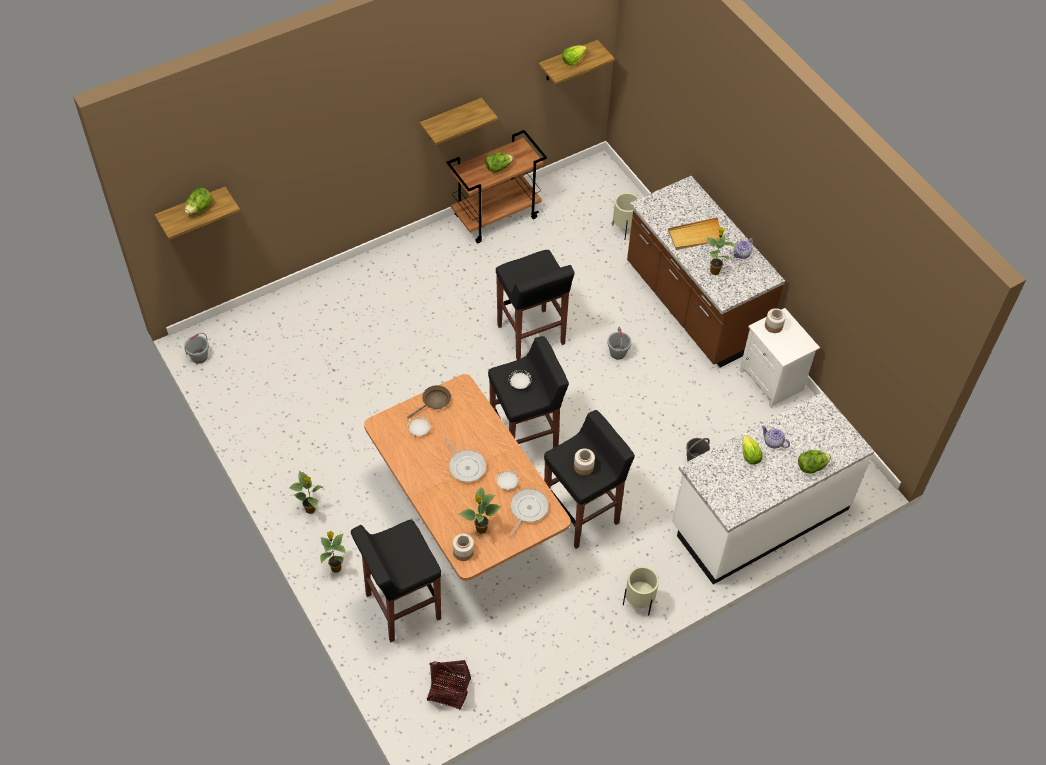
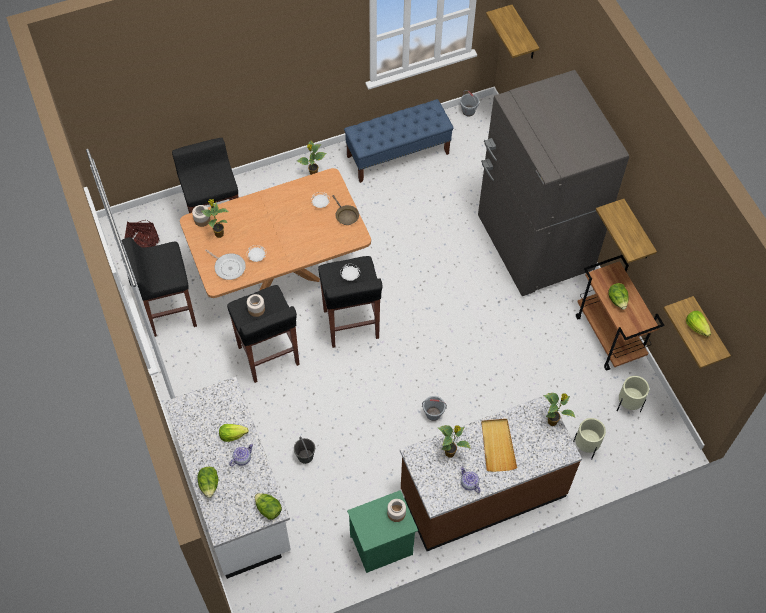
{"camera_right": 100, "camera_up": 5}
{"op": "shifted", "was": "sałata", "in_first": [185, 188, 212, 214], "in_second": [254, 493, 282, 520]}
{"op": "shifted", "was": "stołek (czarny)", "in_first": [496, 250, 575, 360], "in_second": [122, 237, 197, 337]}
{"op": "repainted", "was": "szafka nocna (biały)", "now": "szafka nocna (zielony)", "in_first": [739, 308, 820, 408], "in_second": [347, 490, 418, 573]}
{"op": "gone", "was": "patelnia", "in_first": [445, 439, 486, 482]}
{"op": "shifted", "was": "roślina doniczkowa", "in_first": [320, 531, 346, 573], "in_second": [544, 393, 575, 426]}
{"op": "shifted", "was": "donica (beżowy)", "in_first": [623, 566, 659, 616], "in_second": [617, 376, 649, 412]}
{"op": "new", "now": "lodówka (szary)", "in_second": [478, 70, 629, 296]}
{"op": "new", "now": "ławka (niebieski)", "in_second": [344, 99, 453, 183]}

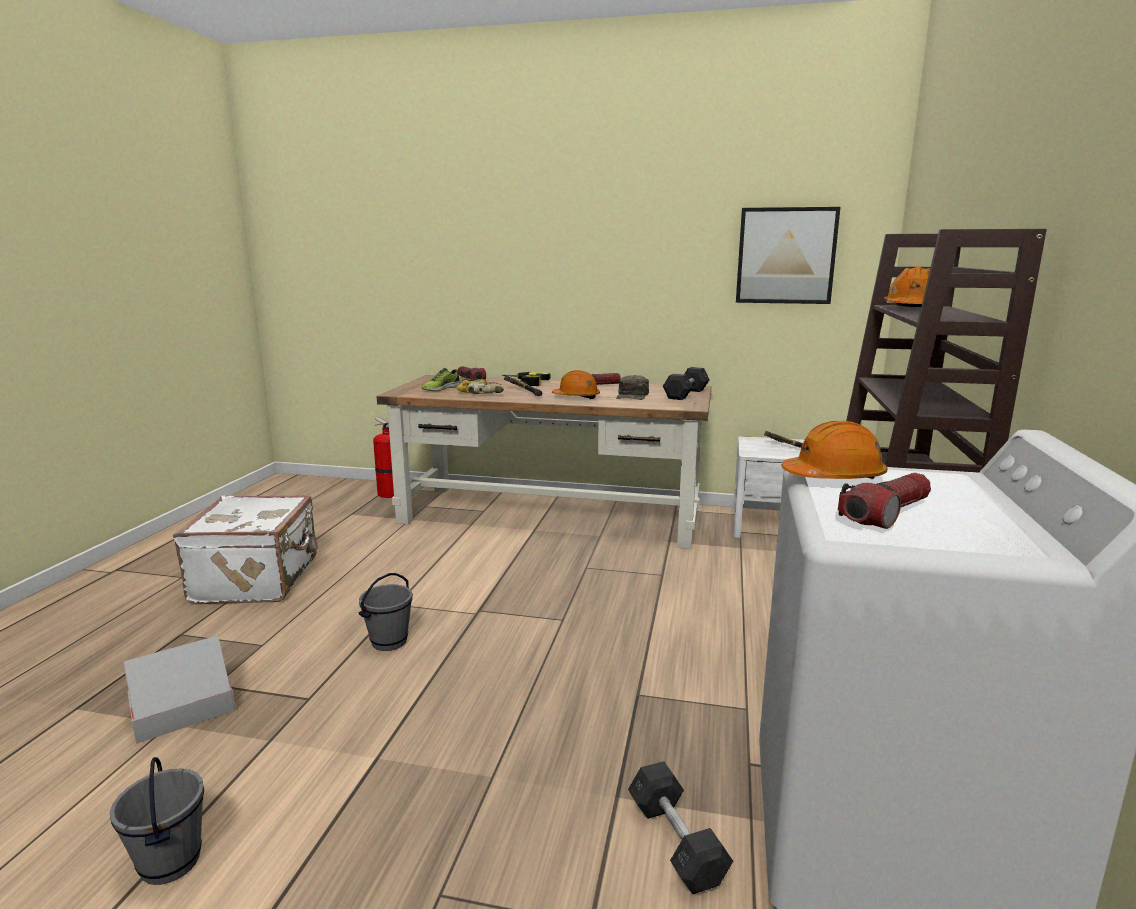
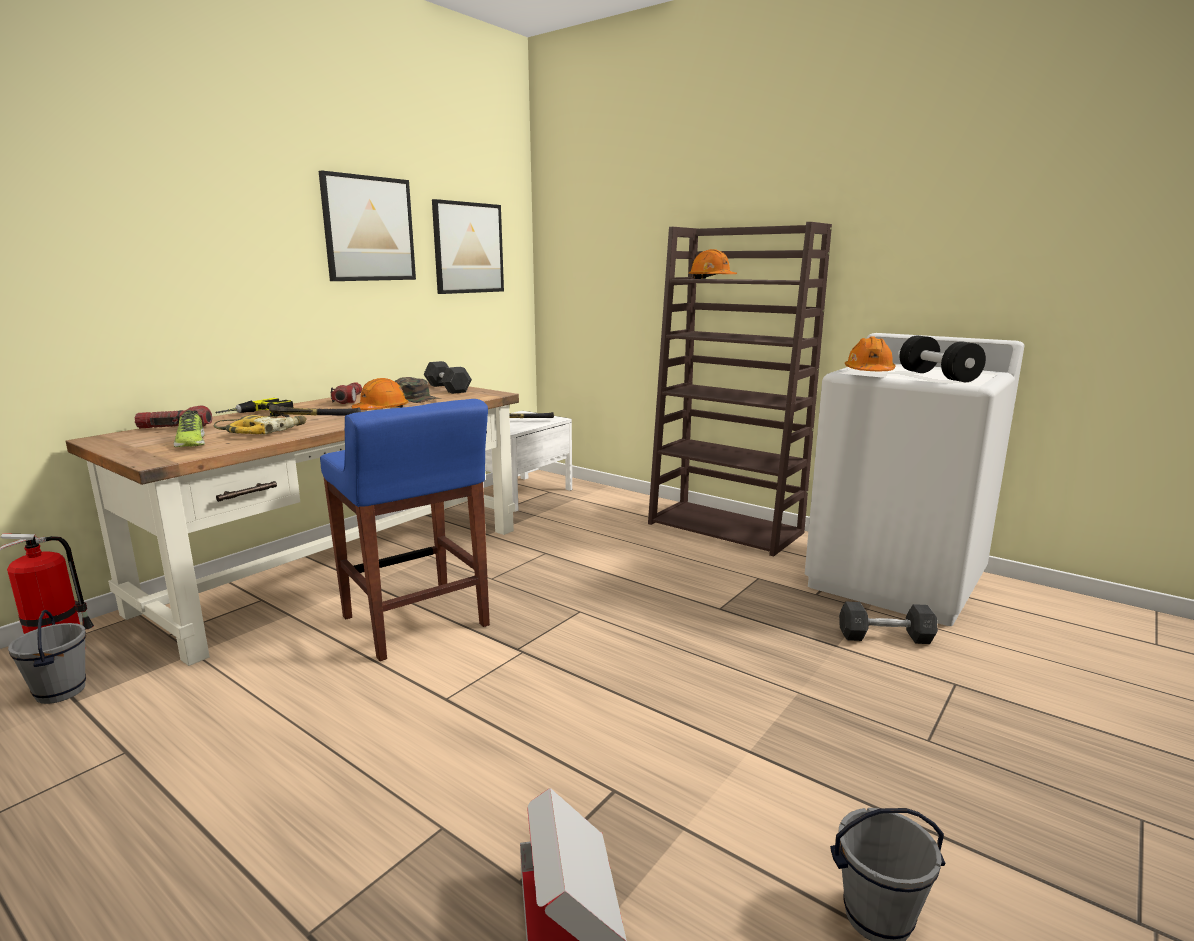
{"camera_right": -65, "camera_up": 0}
{"op": "swapped", "was": "latarka", "now": "hantel (czarny)", "in_first": [838, 473, 931, 529], "in_second": [899, 336, 986, 382]}
{"op": "gone", "was": "walizka (biały)", "in_first": [173, 495, 318, 604]}
{"op": "shifted", "was": "wiadro (szary)", "in_first": [359, 573, 413, 651], "in_second": [8, 610, 86, 704]}
{"op": "new", "now": "obraz", "in_second": [319, 170, 416, 281]}
{"op": "new", "now": "stołek (niebieski)", "in_second": [320, 399, 490, 661]}

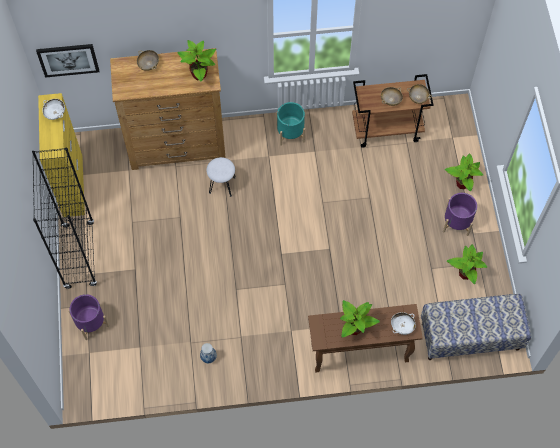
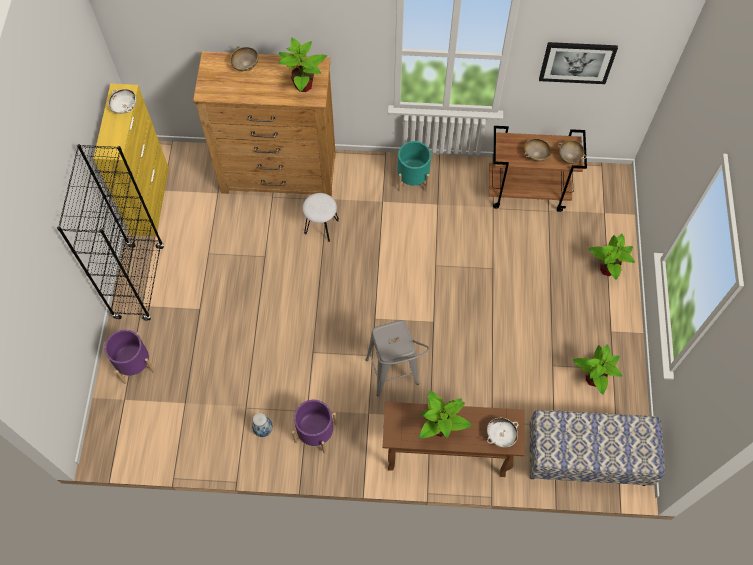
{"camera_right": 10, "camera_up": 0}
{"op": "shifted", "was": "obraz", "in_first": [36, 44, 99, 78], "in_second": [539, 42, 618, 84]}
{"op": "shifted", "was": "donica (fioletowy)", "in_first": [443, 193, 477, 236], "in_second": [292, 400, 337, 453]}
{"op": "new", "now": "stołek (szary)", "in_second": [366, 320, 429, 396]}

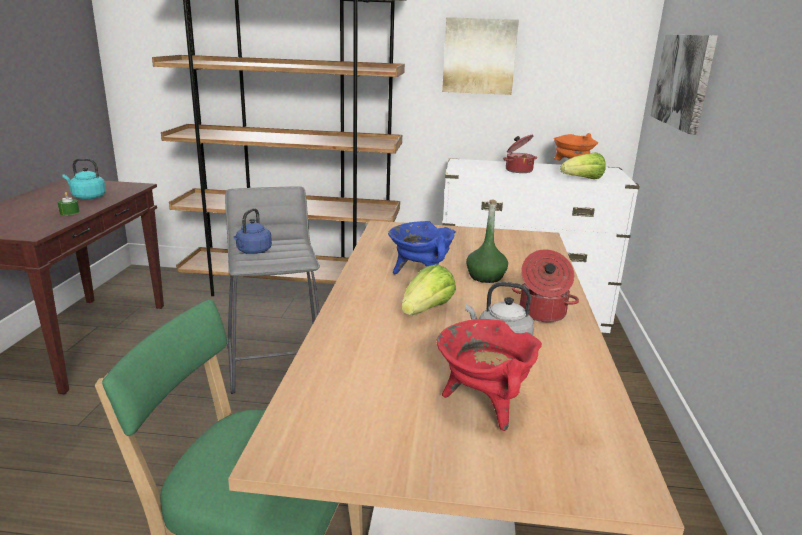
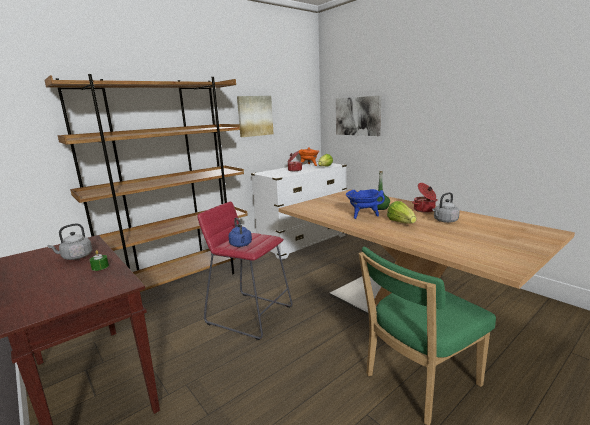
{"camera_right": -45, "camera_up": -5}
{"op": "repainted", "was": "czajnik (turkusowy)", "now": "czajnik (szary)", "in_first": [63, 158, 106, 199], "in_second": [47, 223, 93, 260]}
{"op": "repainted", "was": "stołek (szary)", "now": "stołek (czerwony)", "in_first": [225, 186, 320, 394], "in_second": [197, 201, 293, 340]}
{"op": "gone", "was": "garnek (czerwony)", "in_first": [436, 319, 542, 431]}

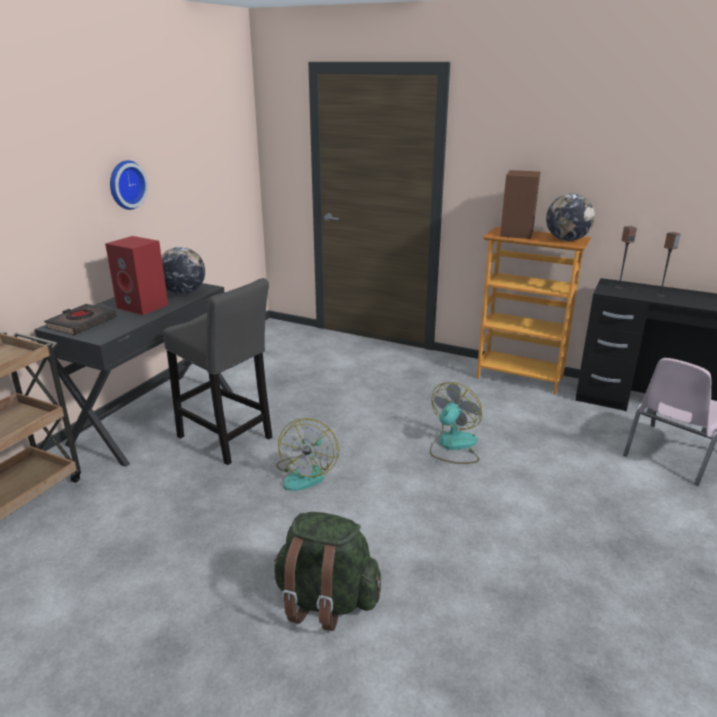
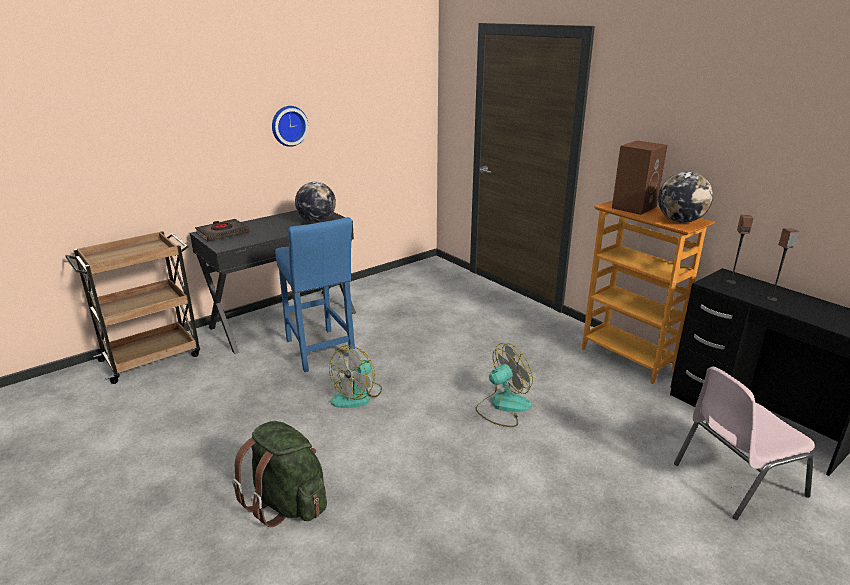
{"camera_right": 25, "camera_up": 0}
{"op": "gone", "was": "głośnik (czerwony)", "in_first": [105, 236, 168, 315]}
{"op": "repainted", "was": "stołek (szary)", "now": "stołek (niebieski)", "in_first": [163, 278, 272, 465], "in_second": [275, 217, 355, 372]}

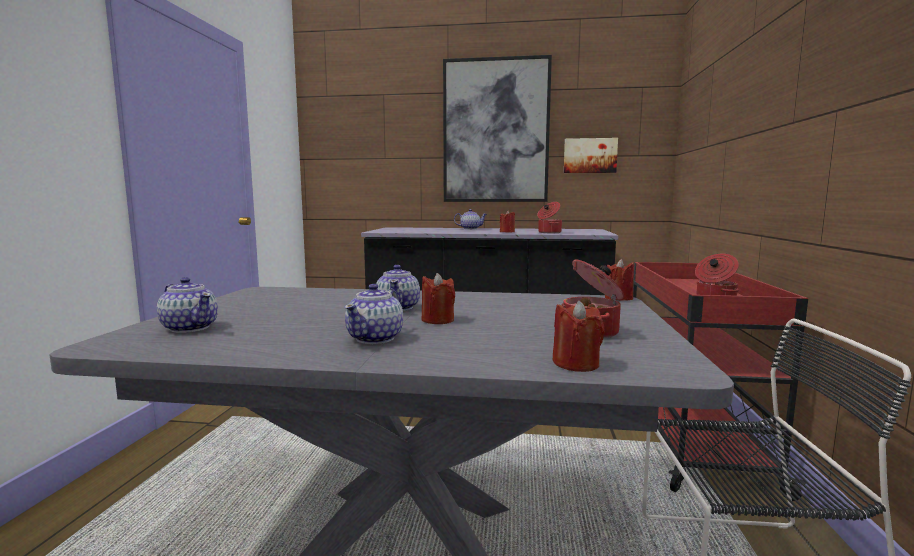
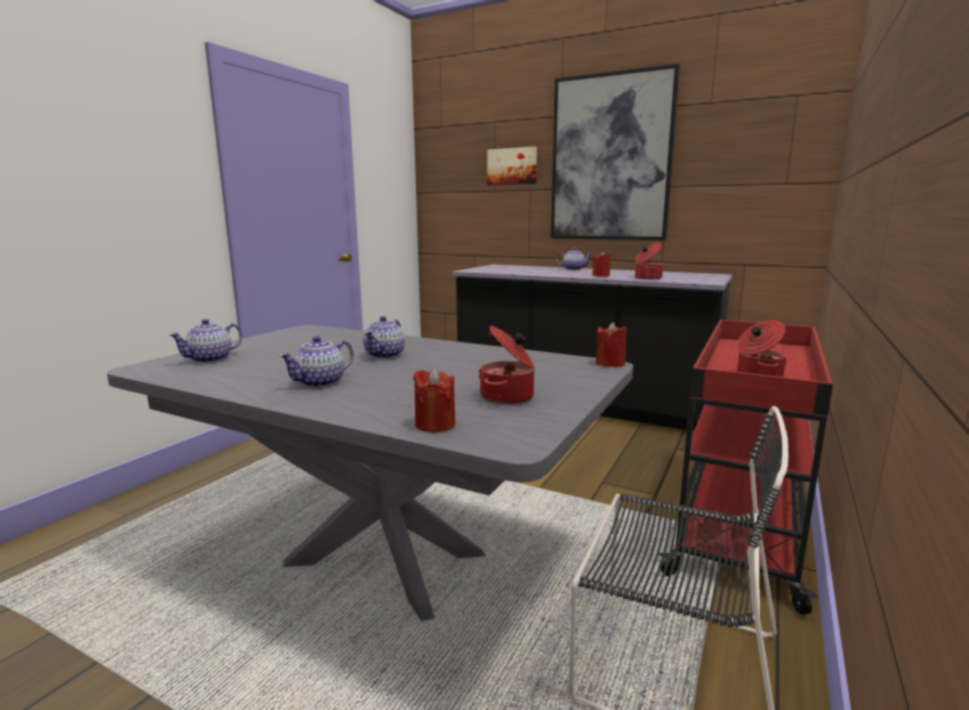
{"camera_right": 20, "camera_up": 5}
{"op": "shifted", "was": "obraz", "in_first": [564, 138, 618, 173], "in_second": [487, 147, 537, 185]}
{"op": "gone", "was": "świeca (czerwony)", "in_first": [421, 273, 455, 324]}
{"op": "rotated", "was": "imbryk", "in_first": [157, 277, 218, 333], "in_second": [169, 319, 243, 363], "clockwise": 75}

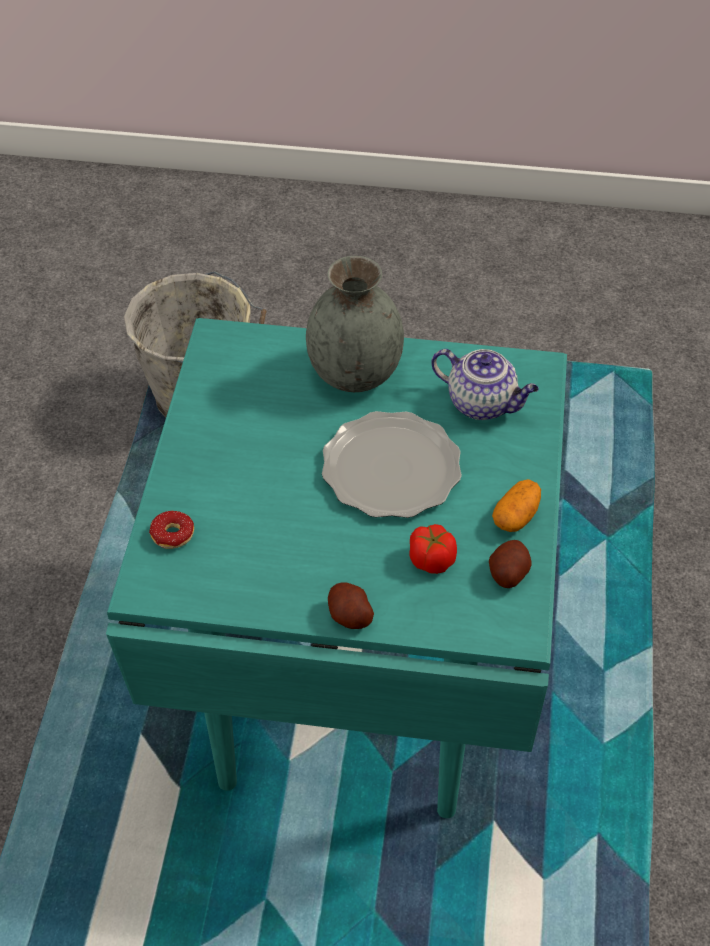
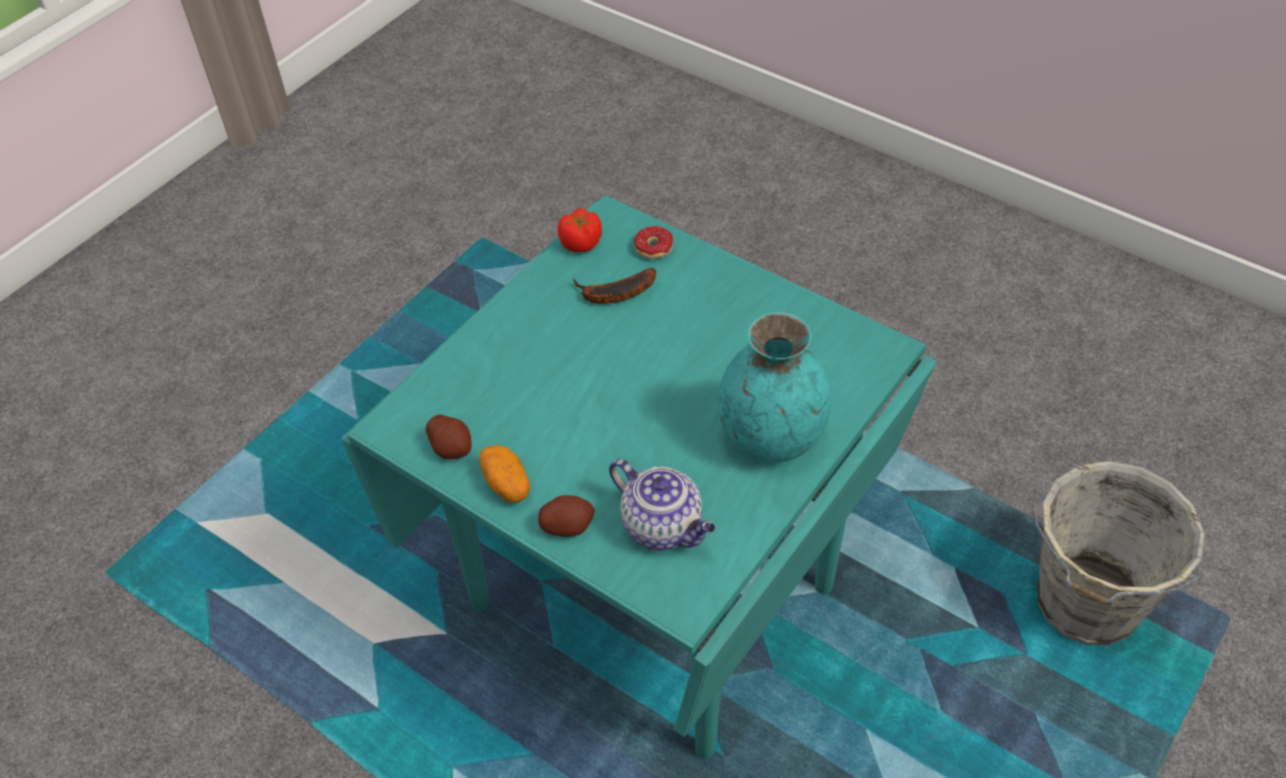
{"camera_right": 120, "camera_up": 0}
{"op": "repainted", "was": "wazon (szary)", "now": "wazon (turkusowy)", "in_first": [306, 256, 404, 392], "in_second": [718, 312, 832, 463]}
{"op": "rotated", "was": "imbryk", "in_first": [431, 349, 539, 420], "in_second": [609, 459, 715, 551], "clockwise": -105}
{"op": "gone", "was": "talerz", "in_first": [322, 411, 462, 518]}
{"op": "shifted", "was": "pomidor", "in_first": [409, 524, 457, 574], "in_second": [557, 209, 602, 252]}
{"op": "shifted", "was": "ziemniak", "in_first": [328, 582, 374, 629], "in_second": [538, 495, 595, 537]}
{"op": "new", "now": "banan", "in_second": [573, 268, 656, 304]}

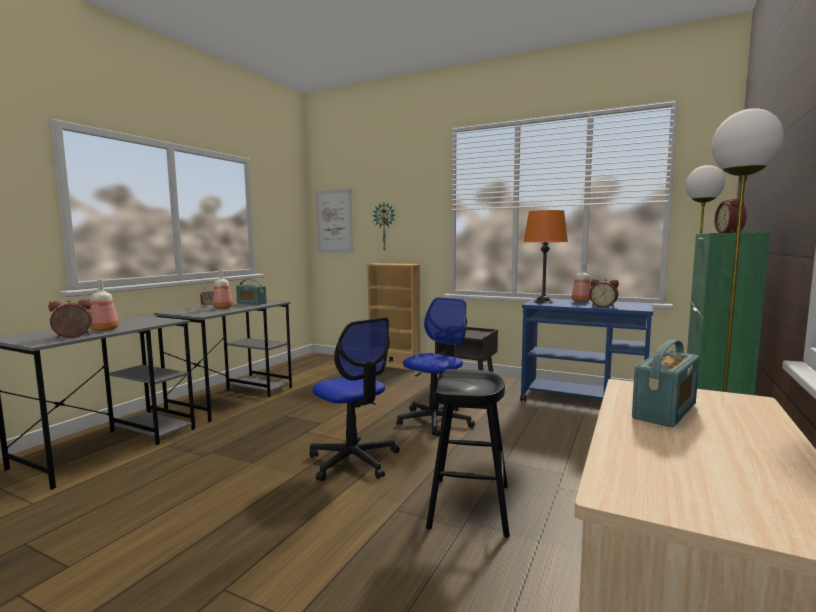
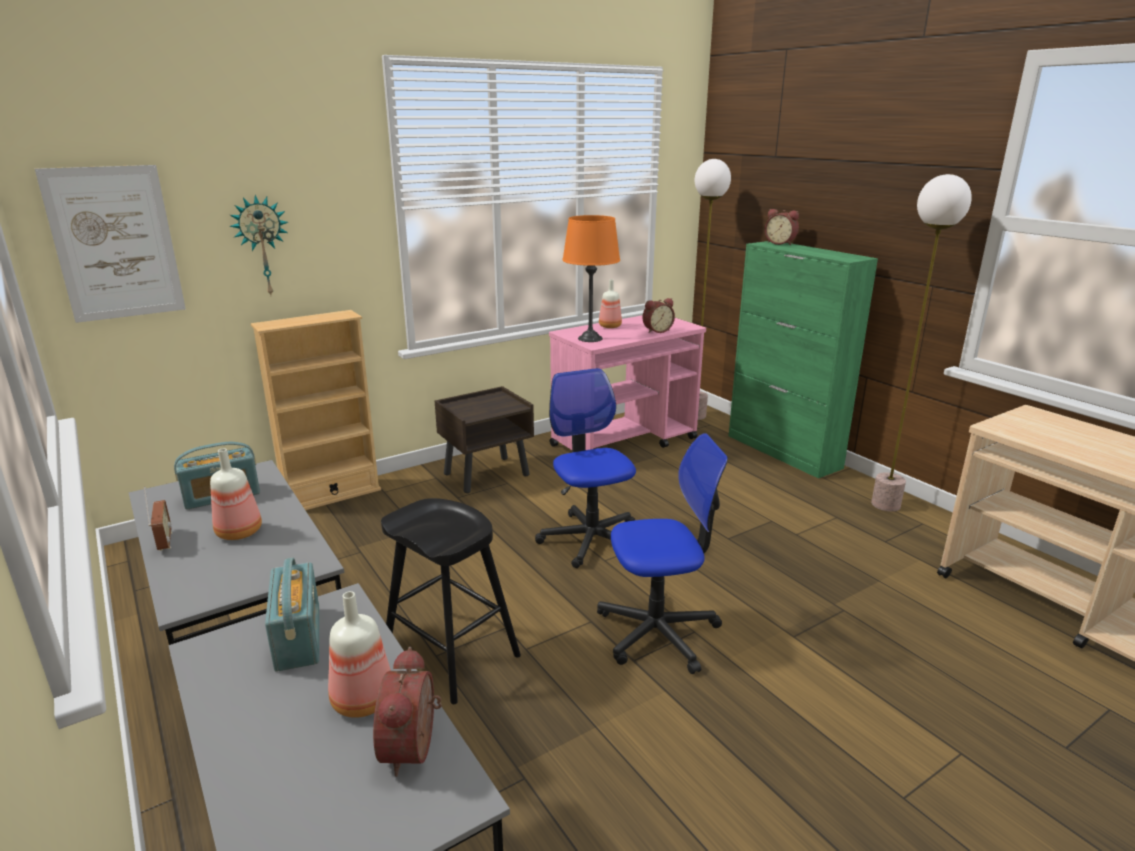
{"camera_right": -60, "camera_up": 15}
{"op": "repainted", "was": "wózek (niebieski)", "now": "wózek (różowy)", "in_first": [520, 298, 653, 402], "in_second": [549, 315, 706, 450]}
{"op": "shifted", "was": "radio", "in_first": [632, 339, 699, 428], "in_second": [265, 558, 319, 672]}
{"op": "shifted", "was": "stołek (czarny)", "in_first": [426, 369, 510, 538], "in_second": [381, 498, 521, 704]}

